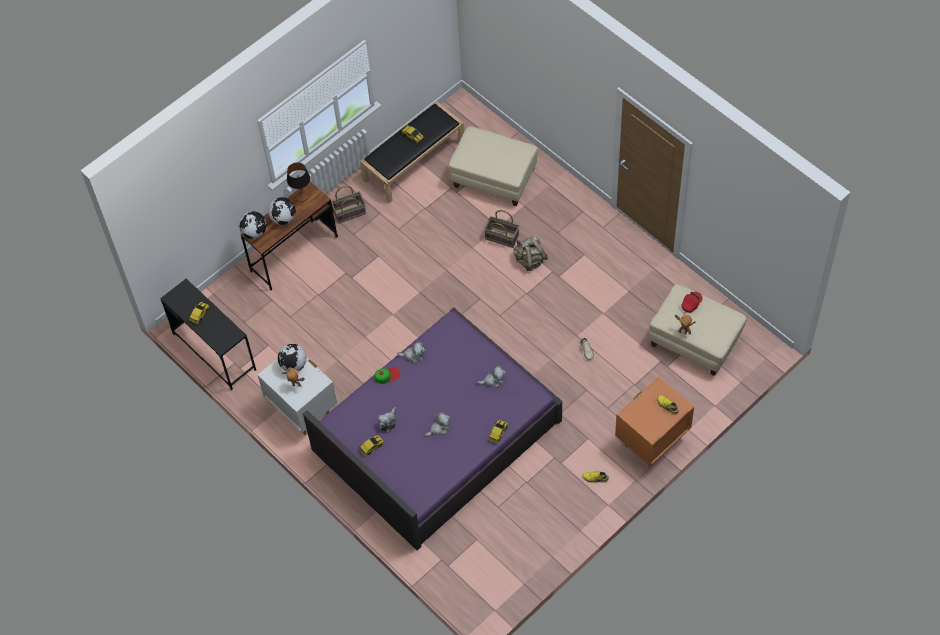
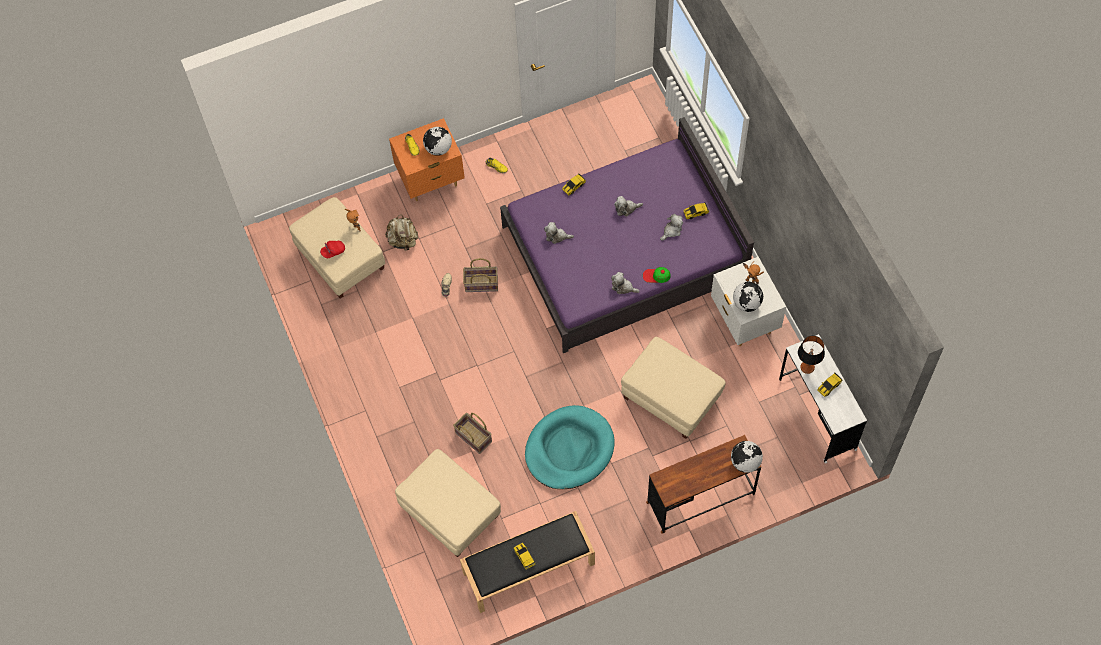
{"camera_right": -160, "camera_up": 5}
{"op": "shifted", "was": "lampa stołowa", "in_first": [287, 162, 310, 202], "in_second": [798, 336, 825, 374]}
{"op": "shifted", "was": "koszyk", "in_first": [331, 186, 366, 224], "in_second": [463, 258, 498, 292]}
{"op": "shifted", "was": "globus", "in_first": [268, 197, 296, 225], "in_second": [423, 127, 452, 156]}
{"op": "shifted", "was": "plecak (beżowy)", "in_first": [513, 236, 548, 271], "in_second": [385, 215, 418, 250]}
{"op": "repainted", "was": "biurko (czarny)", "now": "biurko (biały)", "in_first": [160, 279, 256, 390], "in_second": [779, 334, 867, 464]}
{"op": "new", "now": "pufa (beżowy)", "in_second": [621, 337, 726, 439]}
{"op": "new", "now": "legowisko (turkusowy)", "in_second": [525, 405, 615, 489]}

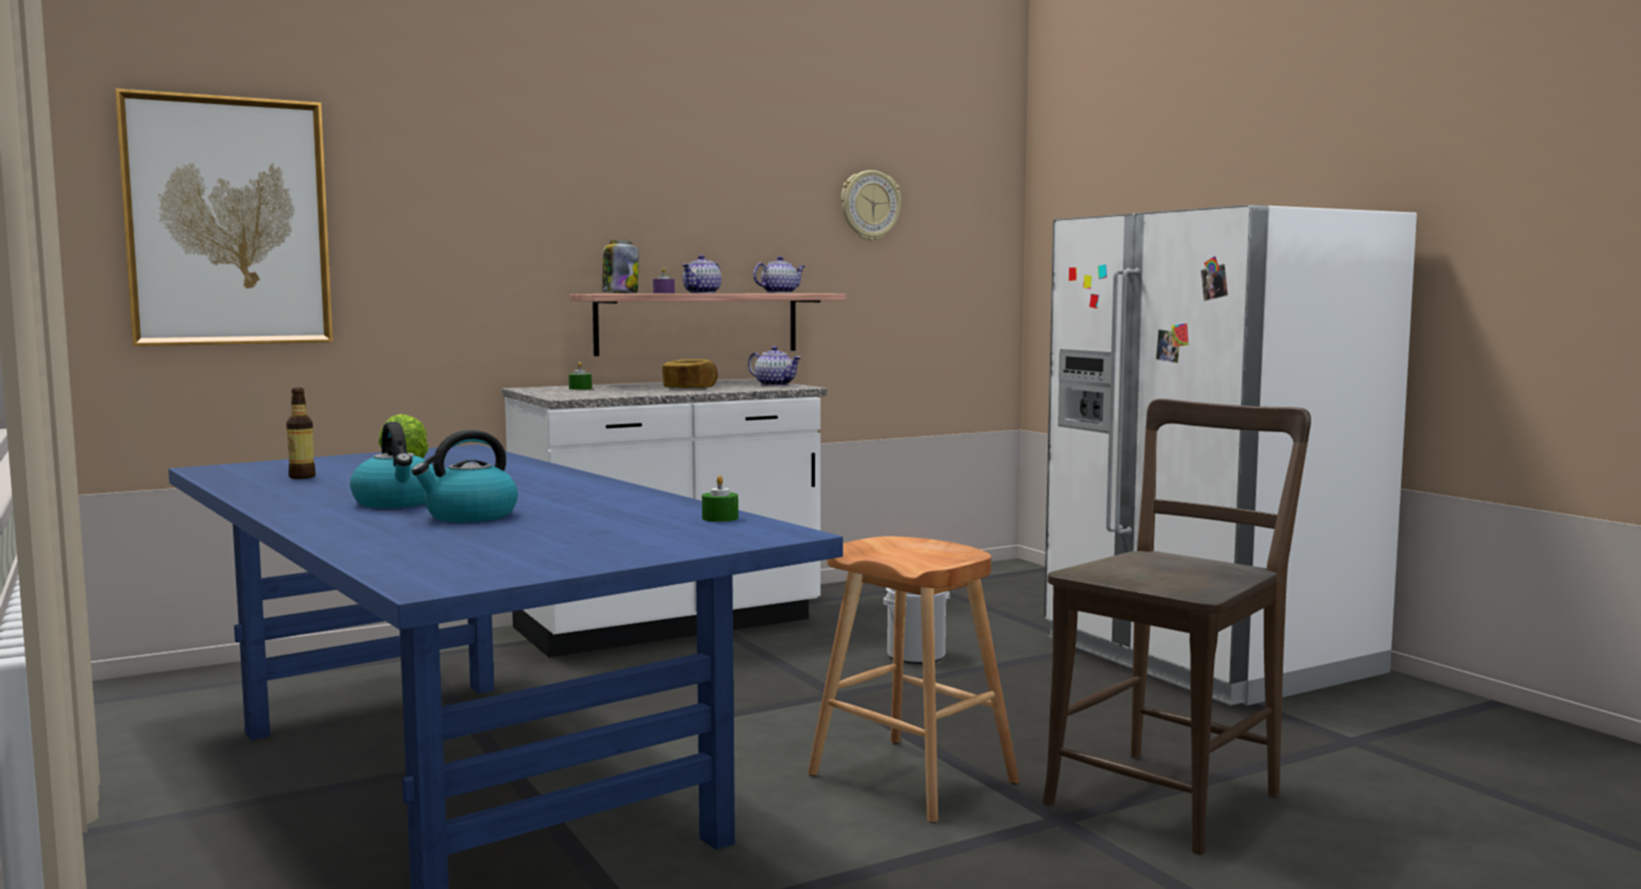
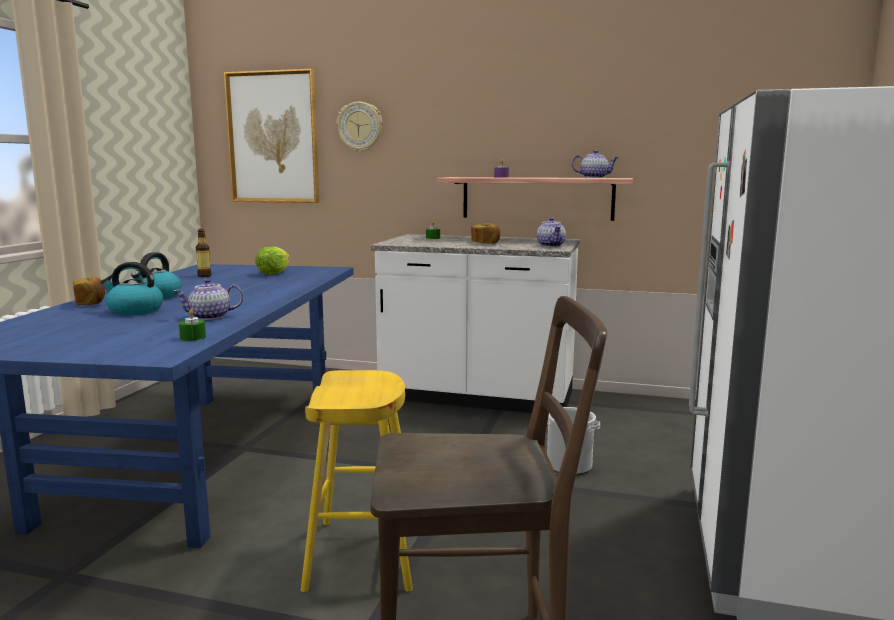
{"camera_right": 45, "camera_up": 5}
{"op": "shifted", "was": "zegar ścienny", "in_first": [841, 170, 901, 241], "in_second": [337, 101, 382, 152]}
{"op": "gone", "was": "słoik", "in_first": [602, 240, 639, 293]}
{"op": "shifted", "was": "imbryk", "in_first": [682, 255, 721, 293], "in_second": [173, 279, 243, 320]}
{"op": "repainted", "was": "stołek (brązowy)", "now": "stołek (żółty)", "in_first": [808, 536, 1019, 823], "in_second": [301, 370, 413, 592]}
{"op": "new", "now": "chleb", "in_second": [73, 277, 105, 305]}

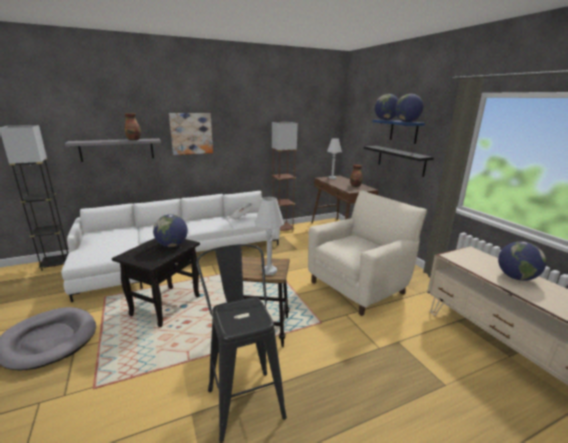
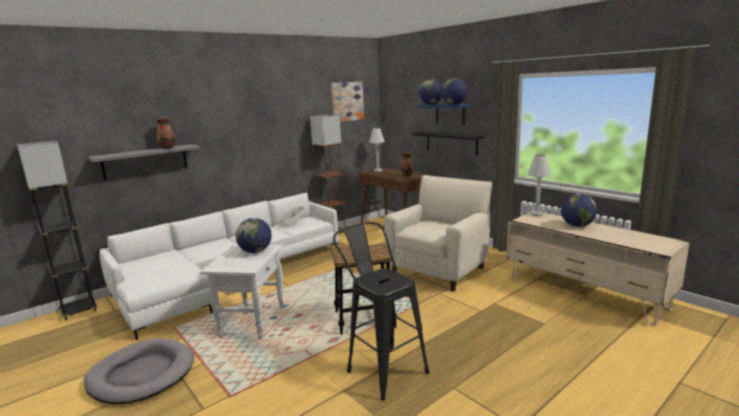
{"camera_right": -15, "camera_up": -5}
{"op": "shifted", "was": "obraz", "in_first": [169, 113, 213, 155], "in_second": [331, 82, 364, 122]}
{"op": "shifted", "was": "lampa stołowa (biały)", "in_first": [255, 197, 284, 275], "in_second": [528, 155, 551, 216]}
{"op": "repainted", "was": "stolik (czarny)", "now": "stolik (biały)", "in_first": [112, 238, 200, 327], "in_second": [200, 244, 284, 339]}

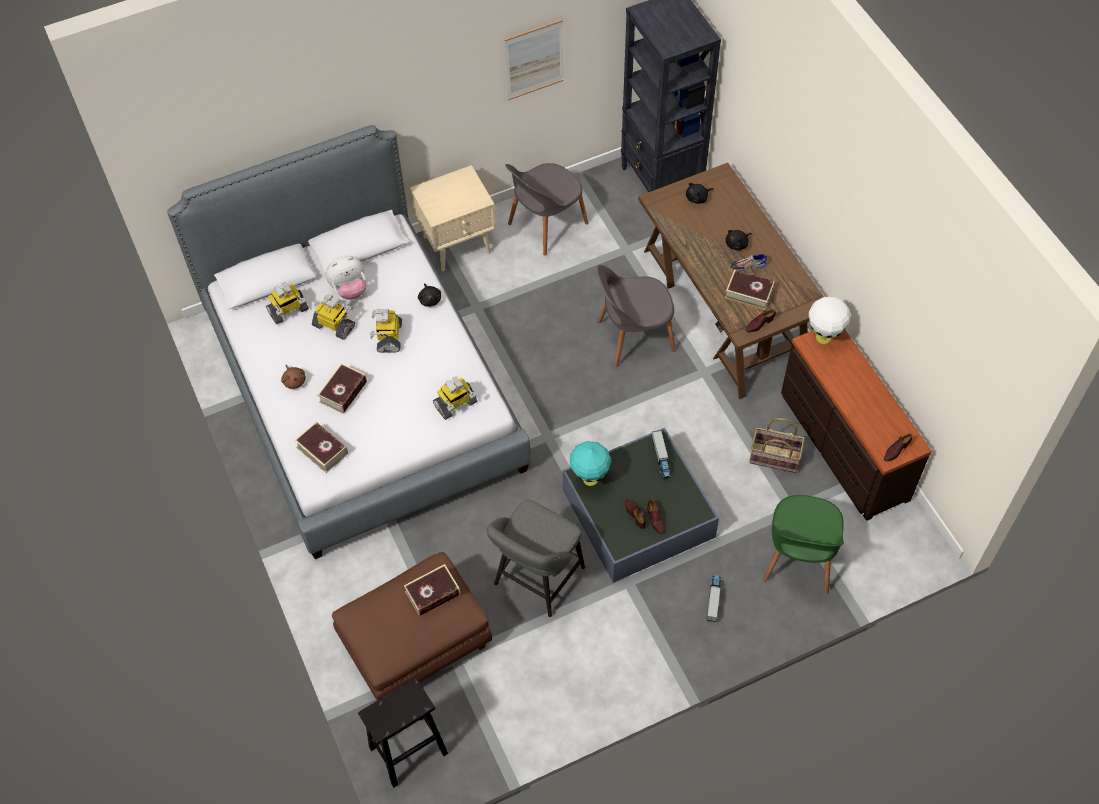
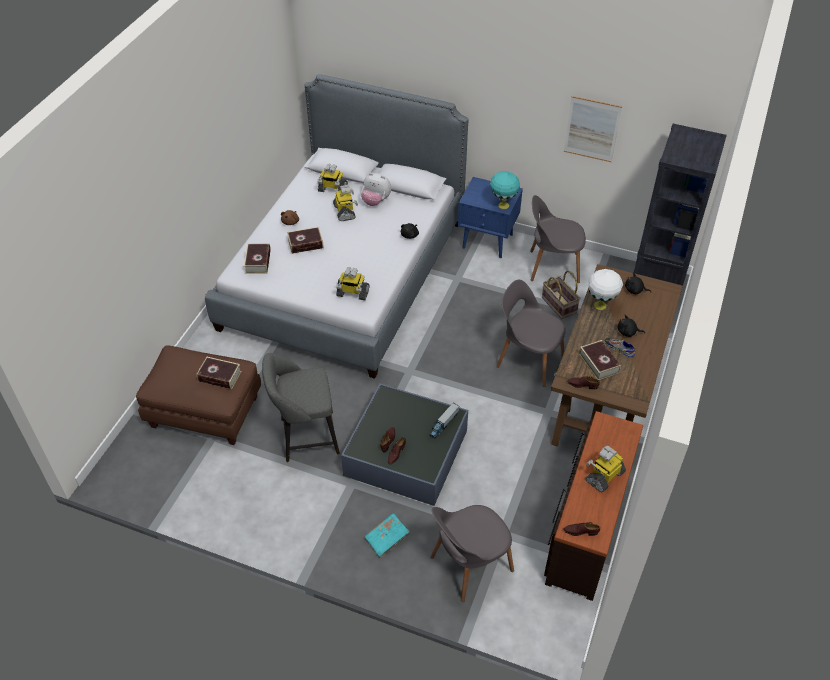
{"camera_right": 45, "camera_up": -10}
{"op": "repainted", "was": "szafka nocna (beżowy)", "now": "szafka nocna (niebieski)", "in_first": [410, 165, 496, 271], "in_second": [458, 177, 523, 258]}
{"op": "shifted", "was": "lampa stołowa (biały)", "in_first": [808, 297, 851, 344], "in_second": [589, 269, 623, 310]}
{"op": "shifted", "was": "robot zabawkowy", "in_first": [370, 309, 402, 353], "in_second": [585, 446, 626, 492]}
{"op": "shifted", "was": "koszyk", "in_first": [749, 418, 805, 473], "in_second": [542, 270, 580, 319]}
{"op": "shifted", "was": "lampa stołowa (turkusowy)", "in_first": [570, 441, 611, 486], "in_second": [490, 171, 520, 209]}
{"op": "repainted", "was": "krzesło (zielony)", "now": "krzesło (szary)", "in_first": [763, 495, 844, 594], "in_second": [430, 505, 514, 602]}
{"op": "swapped", "was": "ciężarówka zabawkowa", "now": "książka (turkusowy)", "in_first": [707, 575, 721, 622], "in_second": [365, 513, 410, 558]}
{"op": "gone", "was": "stołek (czarny)", "in_first": [358, 678, 448, 788]}

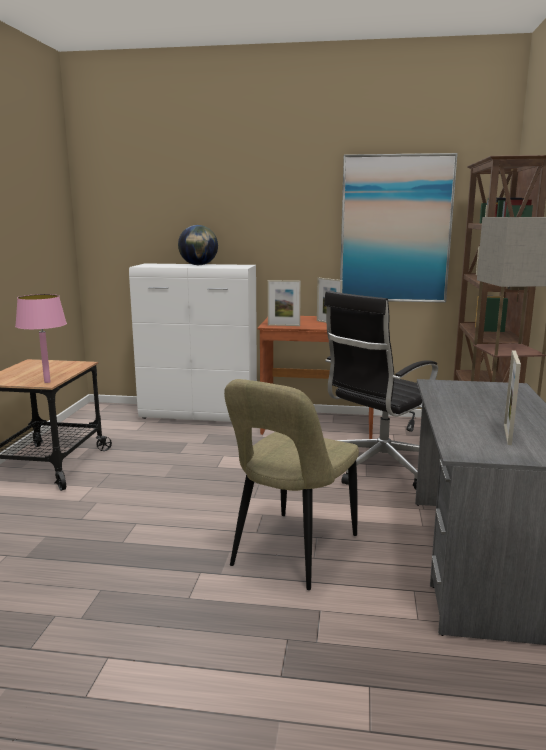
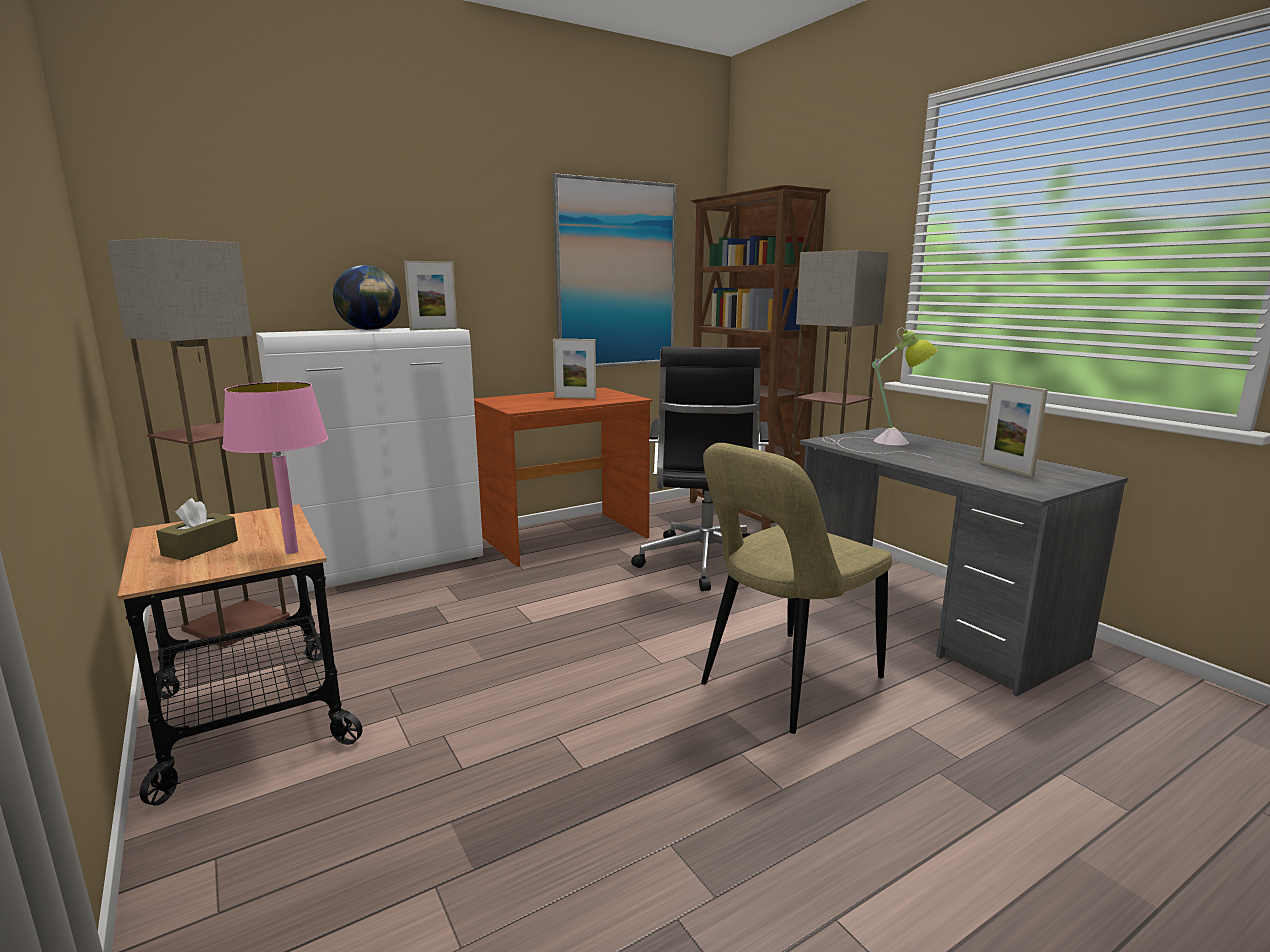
{"camera_right": -40, "camera_up": 0}
{"op": "shifted", "was": "ramka na zdjęcie", "in_first": [268, 280, 301, 326], "in_second": [404, 261, 458, 330]}
{"op": "rotated", "was": "krzesło (beżowy)", "in_first": [224, 379, 359, 590], "in_second": [701, 443, 892, 734], "clockwise": 60}
{"op": "new", "now": "lampa stojąca", "in_second": [106, 238, 290, 647]}
{"op": "new", "now": "lampa stołowa", "in_second": [823, 328, 938, 458]}
{"op": "new", "now": "pudełko chusteczek (brązowy)", "in_second": [156, 498, 238, 561]}

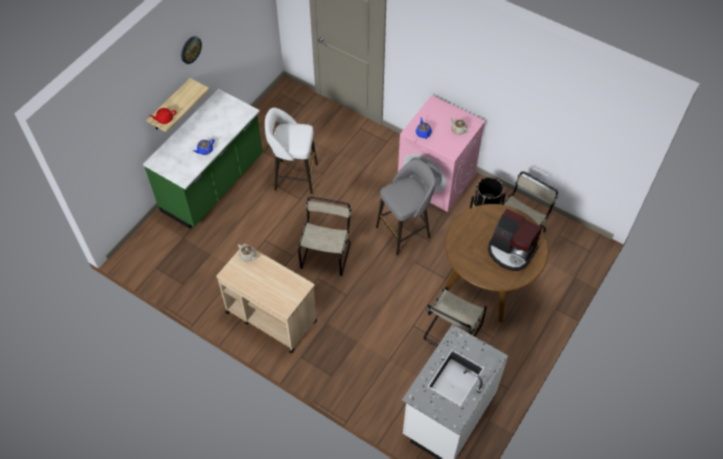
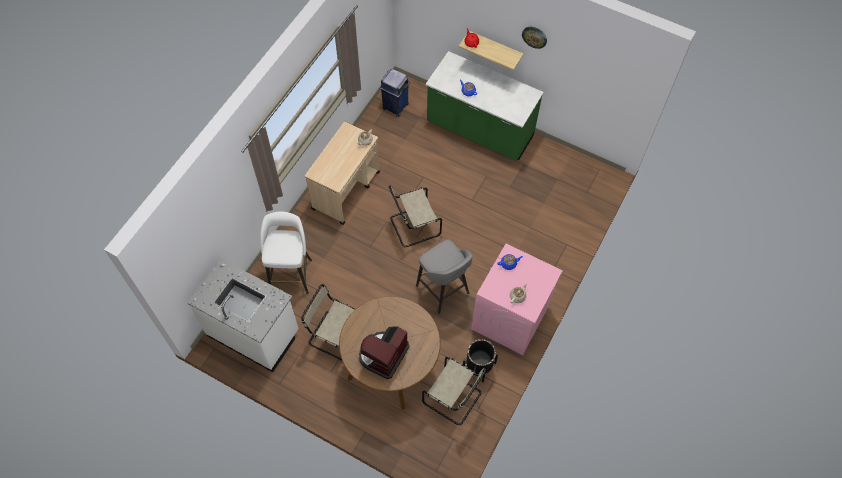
{"camera_right": 85, "camera_up": 5}
{"op": "shifted", "was": "stołek (biały)", "in_first": [265, 108, 318, 194], "in_second": [260, 212, 312, 294]}
{"op": "rotated", "was": "krzesło (beżowy)", "in_first": [298, 197, 351, 276], "in_second": [389, 185, 442, 247], "clockwise": 150}
{"op": "new", "now": "kosz na śmieci (niebieski)", "in_second": [380, 68, 410, 117]}

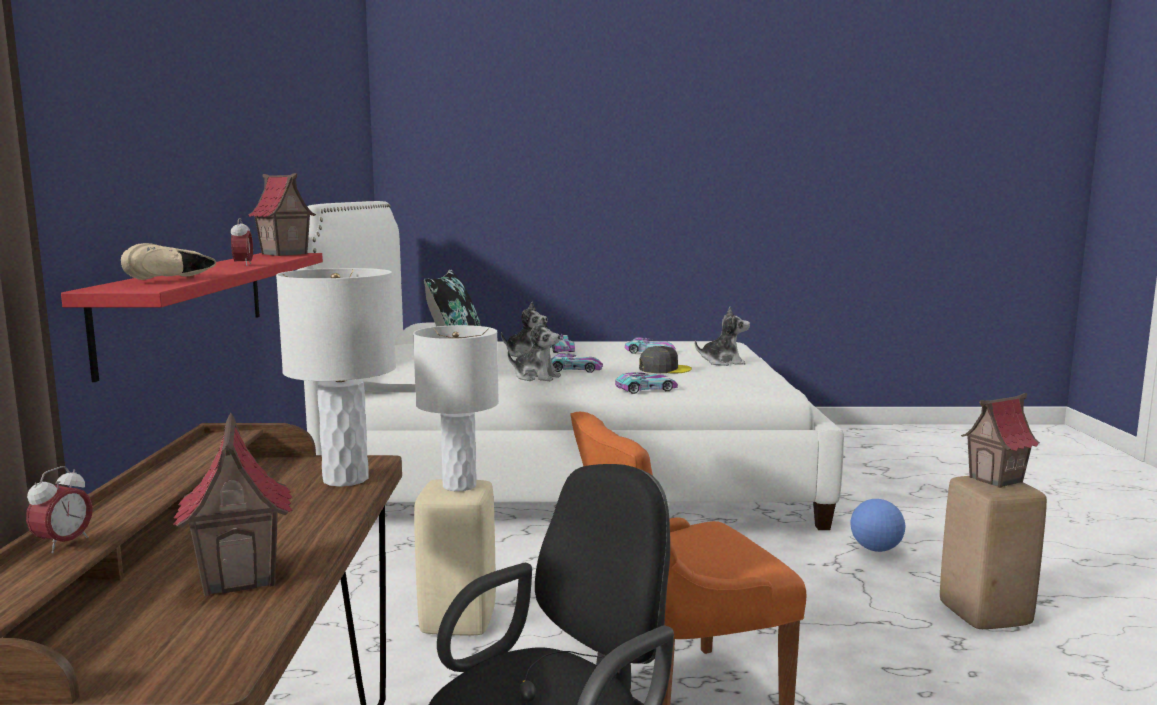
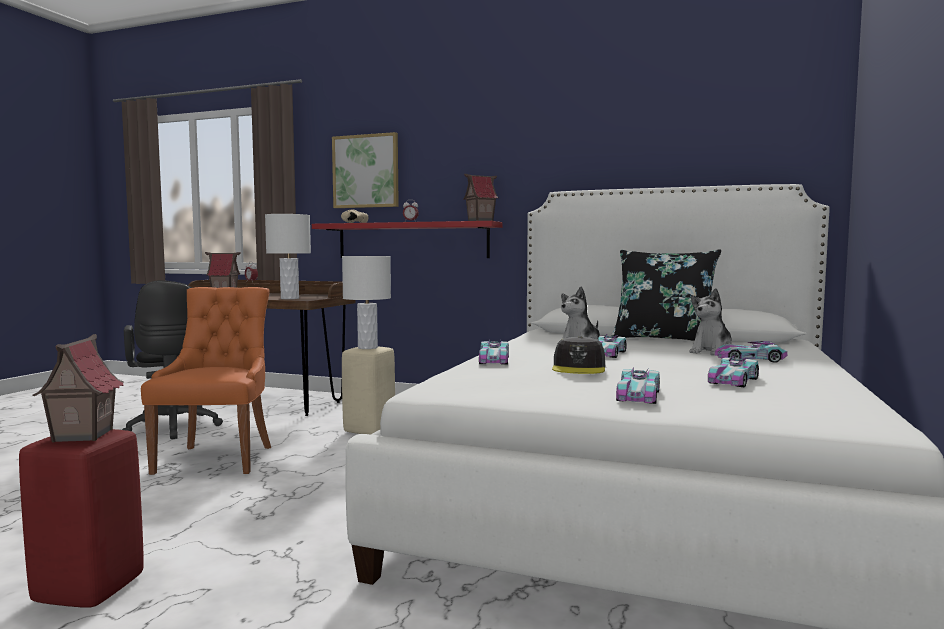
{"camera_right": 110, "camera_up": -5}
{"op": "swapped", "was": "pluszak", "now": "samochodzik", "in_first": [695, 307, 750, 366], "in_second": [616, 367, 660, 404]}
{"op": "repainted", "was": "stołek (beżowy)", "now": "stołek (czerwony)", "in_first": [940, 476, 1047, 629], "in_second": [19, 429, 144, 608]}
{"op": "gone", "was": "piłka futbolowa", "in_first": [850, 499, 905, 552]}
{"op": "new", "now": "obraz", "in_second": [332, 132, 399, 208]}

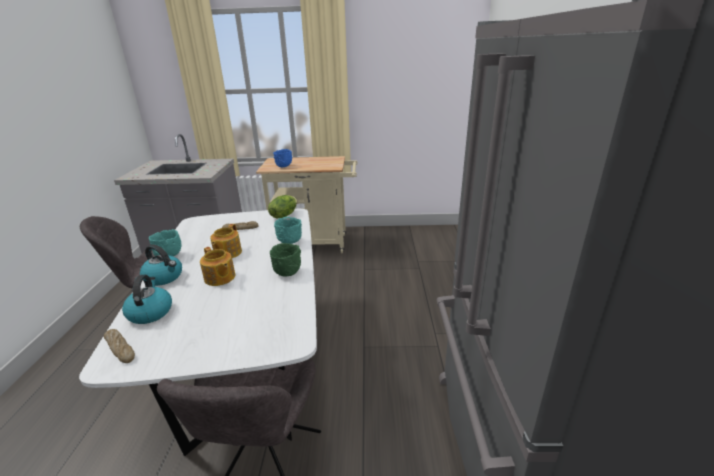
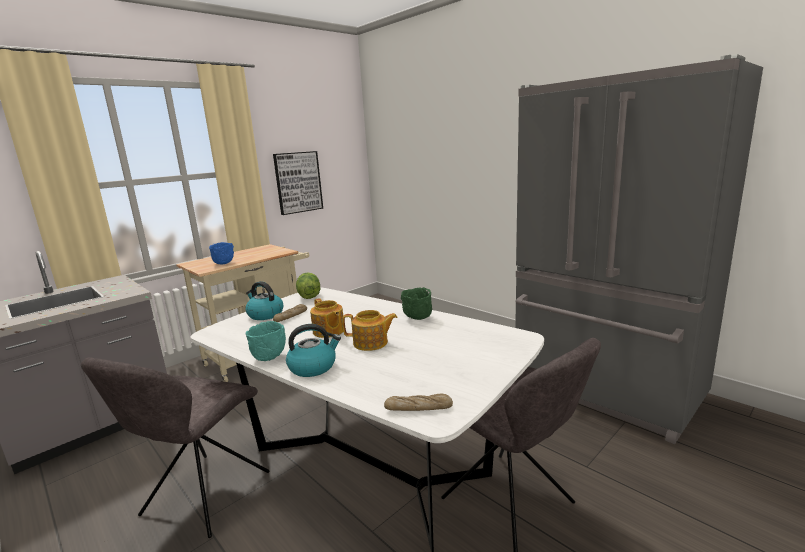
{"camera_right": -45, "camera_up": -10}
{"op": "gone", "was": "miska (turkusowy)", "in_first": [274, 217, 302, 244]}
{"op": "shifted", "was": "czajnik", "in_first": [122, 274, 172, 324], "in_second": [246, 281, 283, 320]}
{"op": "new", "now": "obraz", "in_second": [273, 151, 323, 215]}

